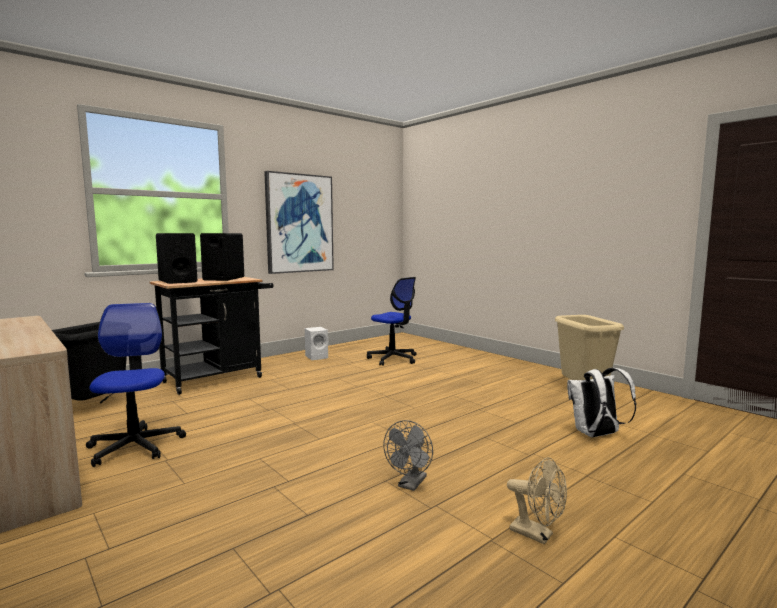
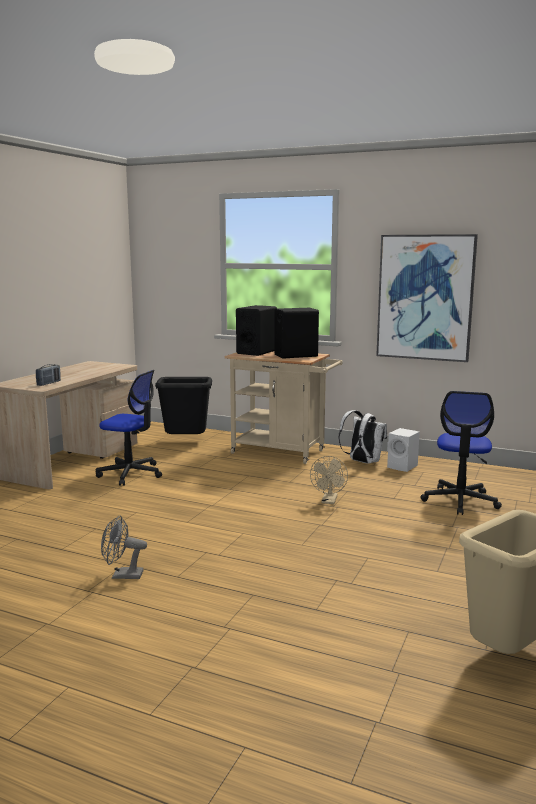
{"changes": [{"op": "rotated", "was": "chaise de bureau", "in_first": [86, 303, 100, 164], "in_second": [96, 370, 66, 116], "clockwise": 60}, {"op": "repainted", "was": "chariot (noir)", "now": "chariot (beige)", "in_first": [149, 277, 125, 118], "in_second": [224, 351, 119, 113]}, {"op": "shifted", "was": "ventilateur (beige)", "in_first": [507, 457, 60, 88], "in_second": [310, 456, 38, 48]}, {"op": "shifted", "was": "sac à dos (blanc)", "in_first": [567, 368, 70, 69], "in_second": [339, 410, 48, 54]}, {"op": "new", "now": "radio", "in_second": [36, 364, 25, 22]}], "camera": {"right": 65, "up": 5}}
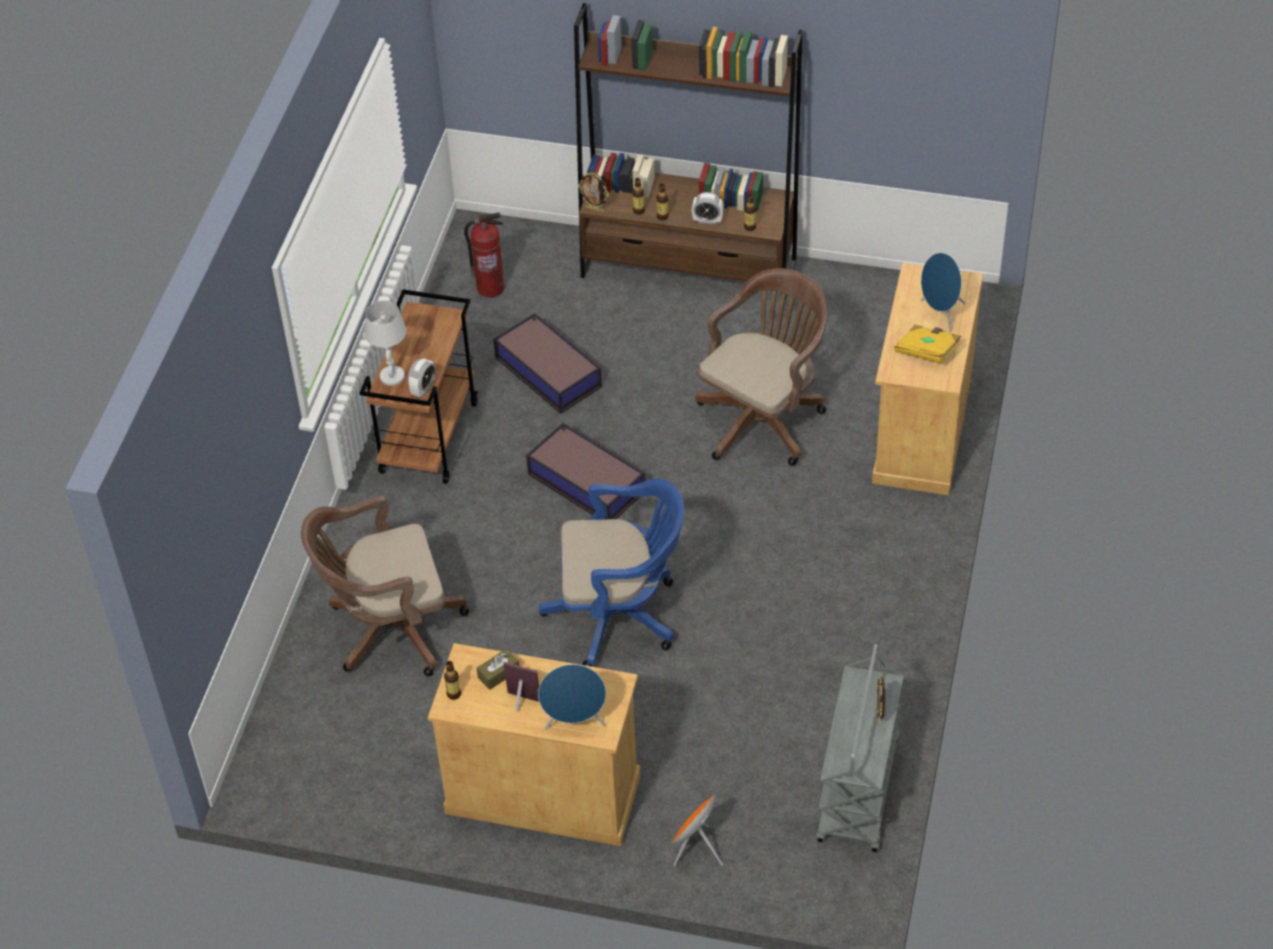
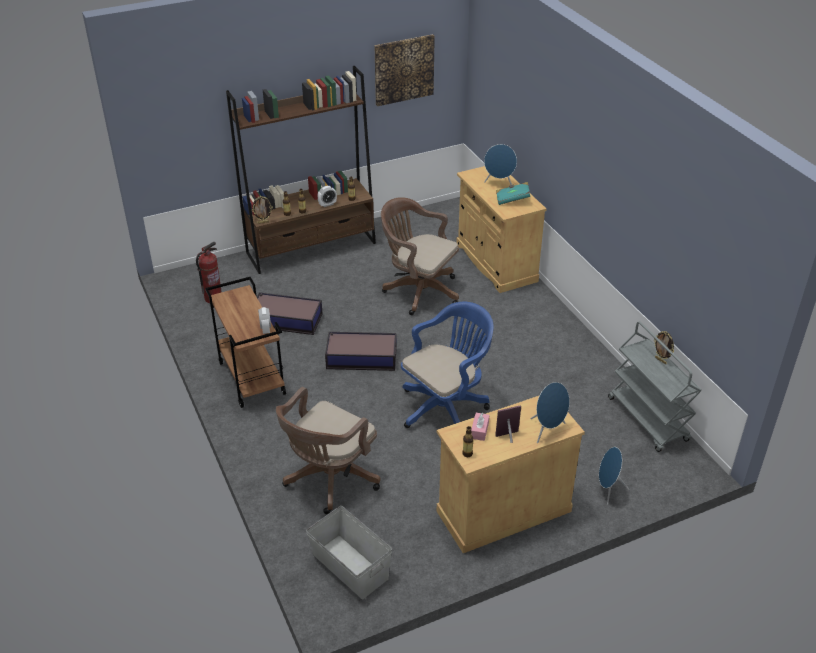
{"changes": [{"op": "gone", "was": "lampe de table (blanc)", "in_first": [365, 300, 41, 86]}, {"op": "repainted", "was": "boîte à mouchoirs (marron)", "now": "boîte à mouchoirs (rose)", "in_first": [477, 648, 42, 42], "in_second": [471, 412, 18, 29]}, {"op": "repainted", "was": "enceinte (orange)", "now": "enceinte (bleu)", "in_first": [671, 795, 52, 71], "in_second": [599, 447, 31, 58]}, {"op": "rotated", "was": "chaise de bureau (marron)", "in_first": [695, 268, 132, 198], "in_second": [381, 197, 78, 118], "clockwise": -60}, {"op": "repainted", "was": "livre (jaune)", "now": "livre (turquoise)", "in_first": [894, 325, 68, 38], "in_second": [496, 182, 34, 23]}, {"op": "new", "now": "boîte de rangement (gris)", "in_second": [306, 506, 86, 93]}, {"op": "new", "now": "tableau", "in_second": [374, 34, 61, 72]}], "camera": {"right": -40, "up": -10}}
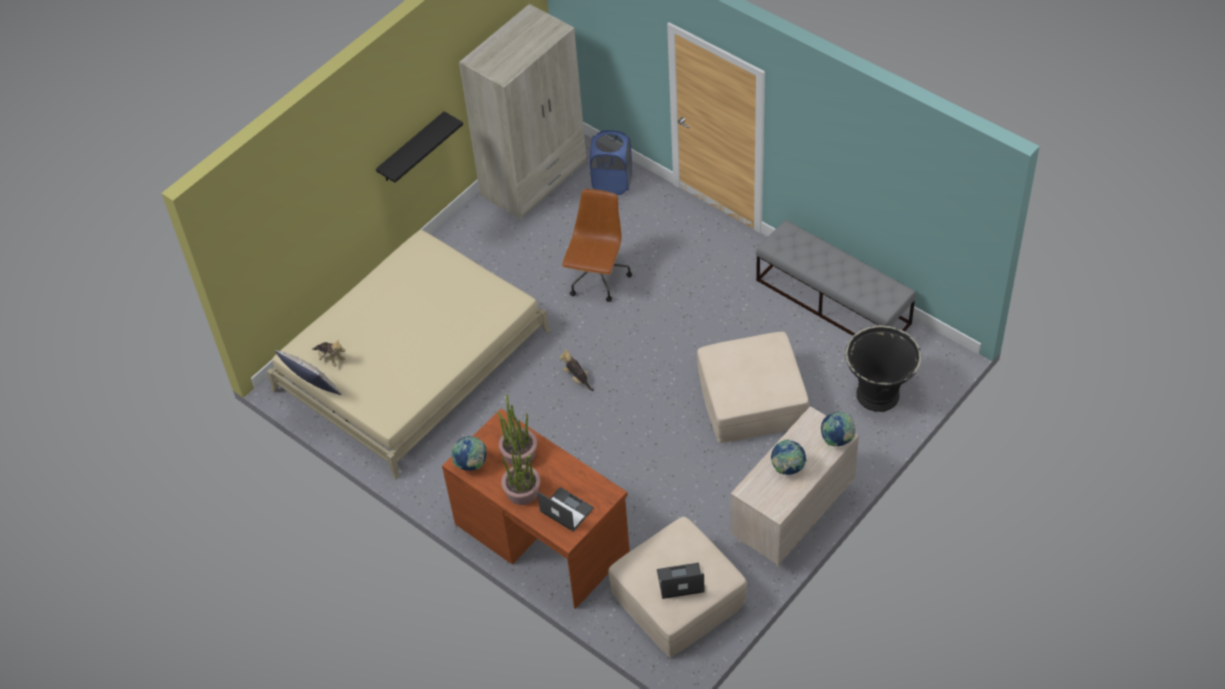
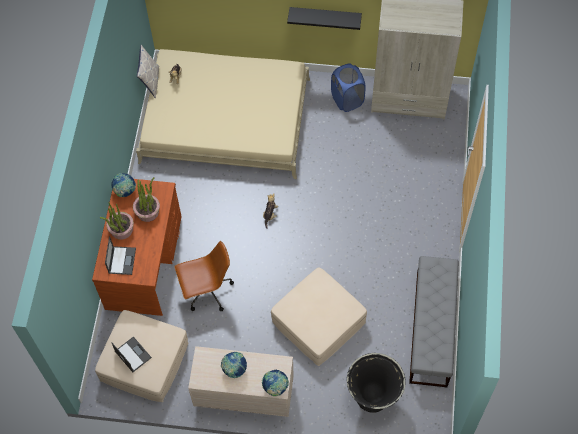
{"changes": [{"op": "shifted", "was": "chaise de bureau (marron)", "in_first": [562, 189, 70, 113], "in_second": [174, 241, 60, 70]}, {"op": "shifted", "was": "panier à linge (bleu)", "in_first": [590, 130, 42, 65], "in_second": [331, 64, 35, 48]}], "camera": {"right": 55, "up": 10}}
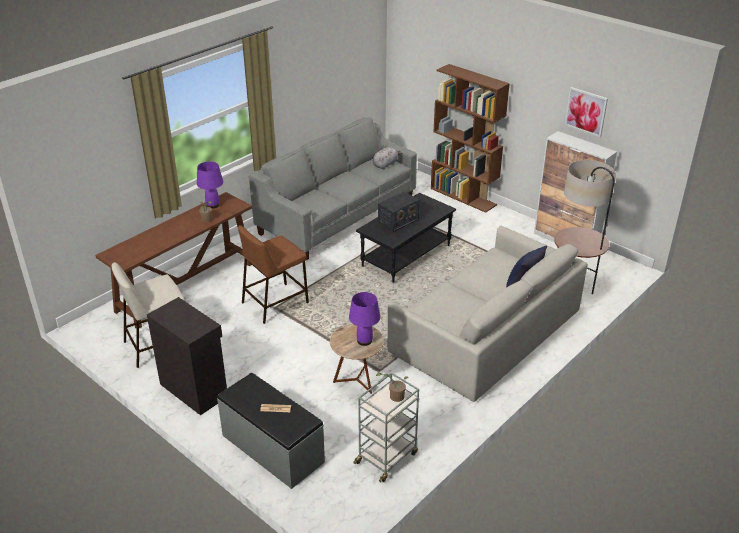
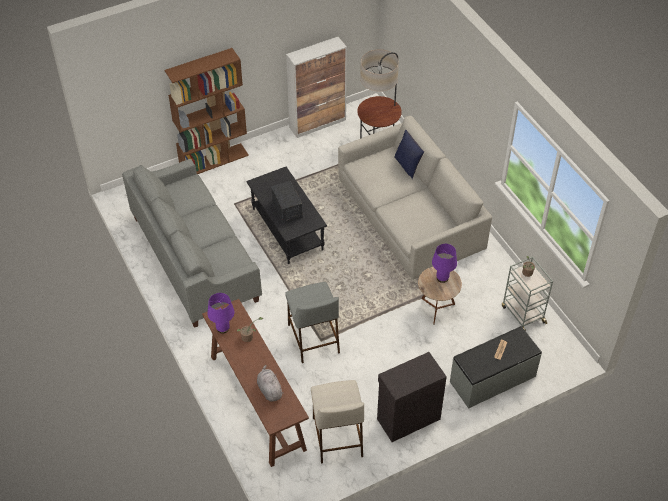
{"changes": [{"op": "repainted", "was": "tabouret (marron)", "now": "tabouret (gris)", "in_first": [238, 225, 71, 99], "in_second": [285, 282, 55, 81]}, {"op": "shifted", "was": "peluche (gris)", "in_first": [373, 147, 29, 22], "in_second": [257, 365, 26, 37]}, {"op": "gone", "was": "tableau", "in_first": [565, 87, 43, 50]}], "camera": {"right": -70, "up": 15}}
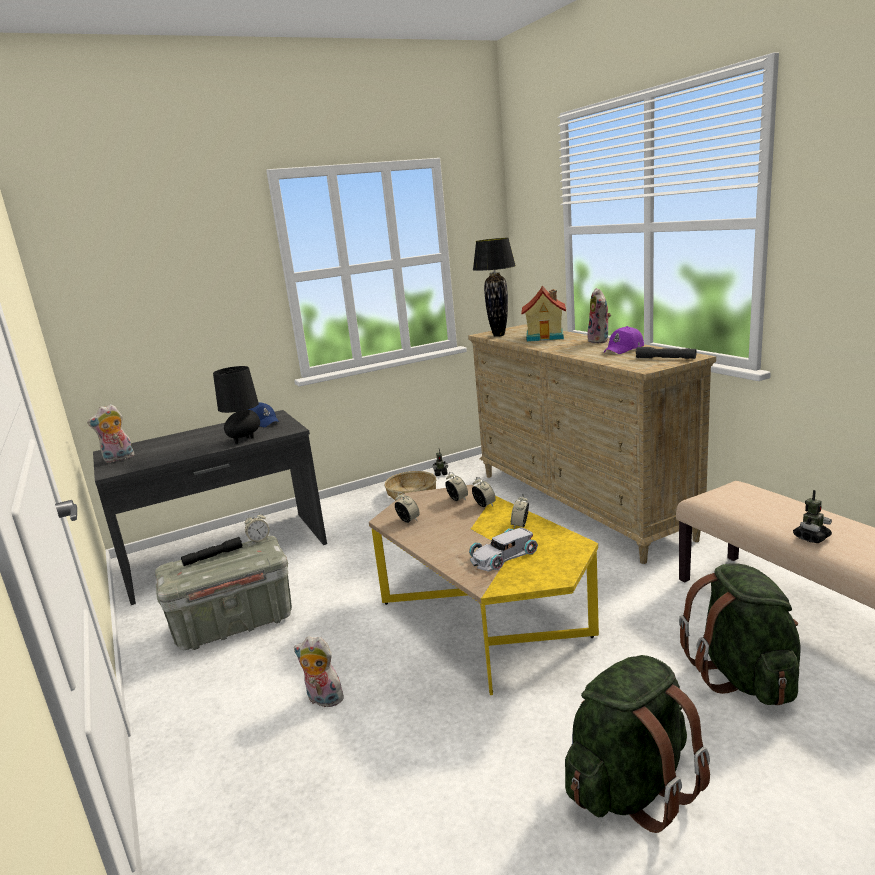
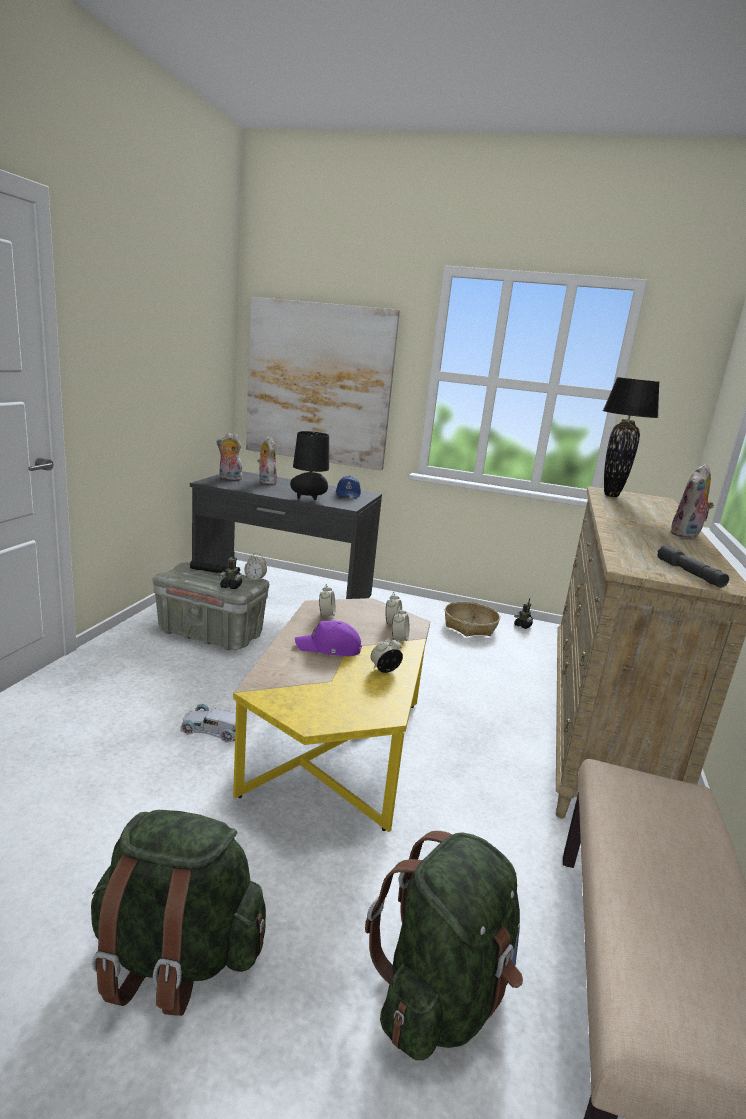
{"changes": [{"op": "shifted", "was": "peluche", "in_first": [294, 636, 50, 71], "in_second": [257, 436, 20, 48]}, {"op": "shifted", "was": "petite voiture (blanc)", "in_first": [469, 527, 69, 45], "in_second": [180, 704, 56, 39]}, {"op": "gone", "was": "maison miniature", "in_first": [521, 285, 45, 57]}, {"op": "shifted", "was": "casquette (violet)", "in_first": [604, 326, 40, 28], "in_second": [295, 621, 67, 35]}, {"op": "shifted", "was": "robot jouet", "in_first": [793, 490, 39, 53], "in_second": [219, 551, 23, 38]}, {"op": "new", "now": "tableau", "in_second": [246, 297, 154, 173]}], "camera": {"right": 40, "up": 0}}
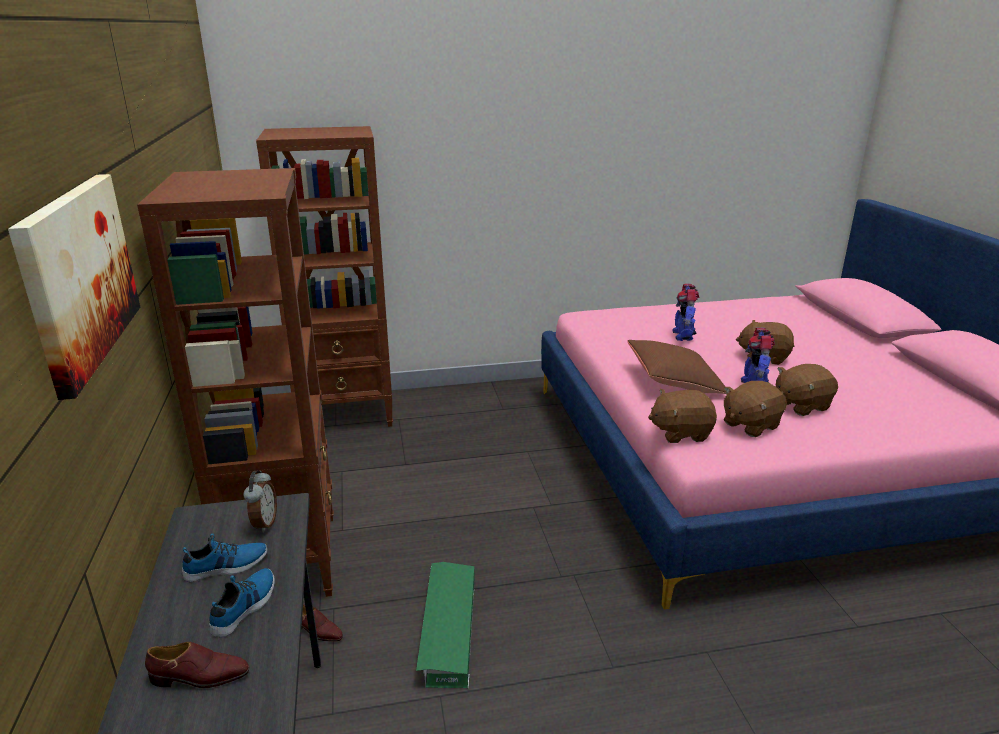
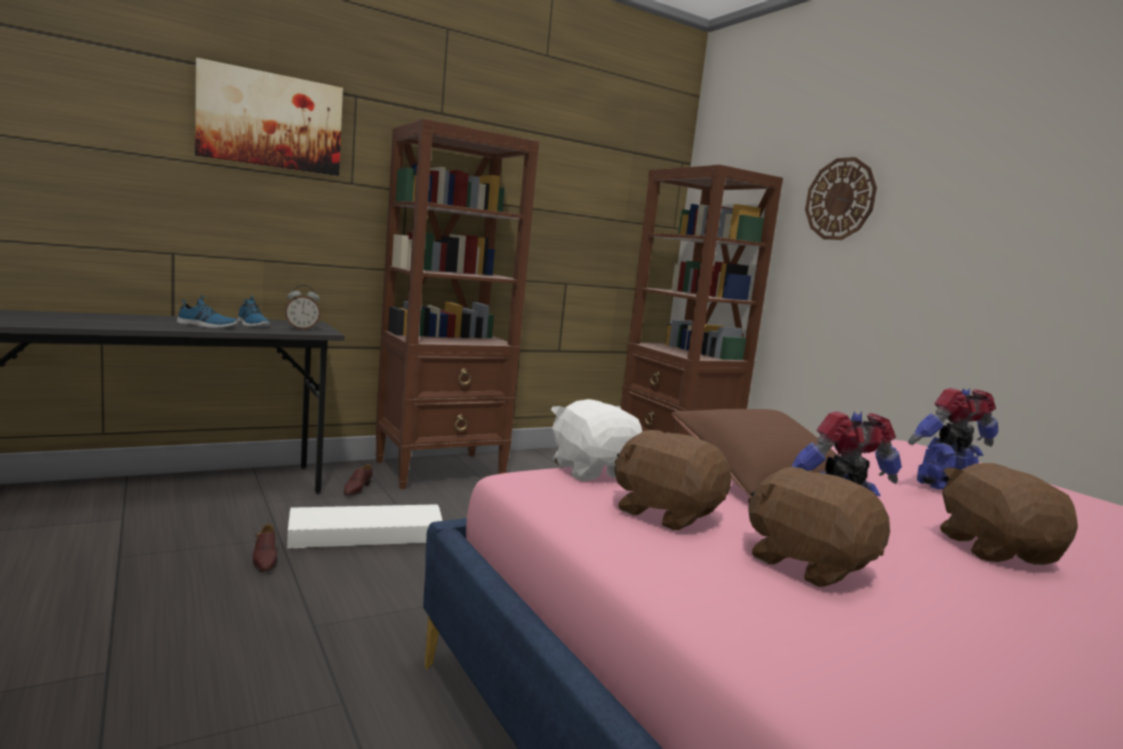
{"changes": [{"op": "shifted", "was": "chaussure (marron)", "in_first": [145, 642, 104, 46], "in_second": [253, 524, 24, 48]}, {"op": "repainted", "was": "boîte de rangement (vert)", "now": "boîte de rangement (blanc)", "in_first": [416, 562, 58, 126], "in_second": [287, 504, 156, 45]}, {"op": "repainted", "was": "peluche (marron)", "now": "peluche (blanc)", "in_first": [648, 389, 69, 54], "in_second": [551, 399, 91, 82]}, {"op": "new", "now": "horloge murale", "in_second": [805, 157, 72, 83]}], "camera": {"right": 70, "up": -15}}
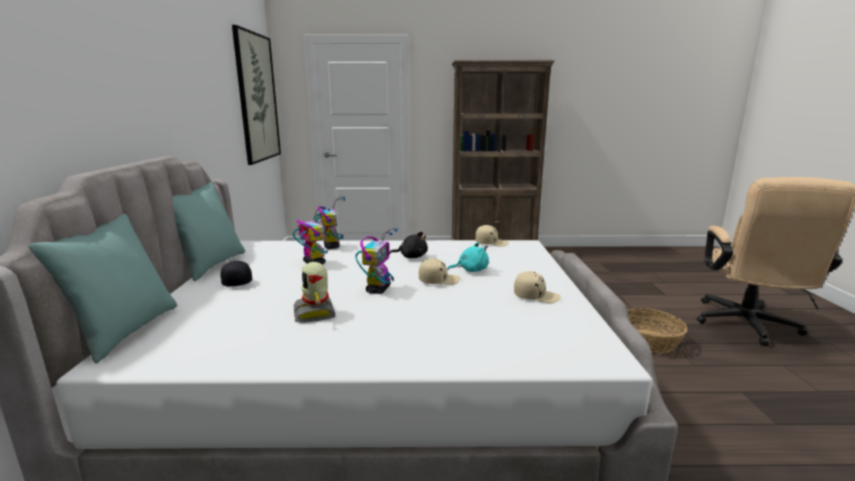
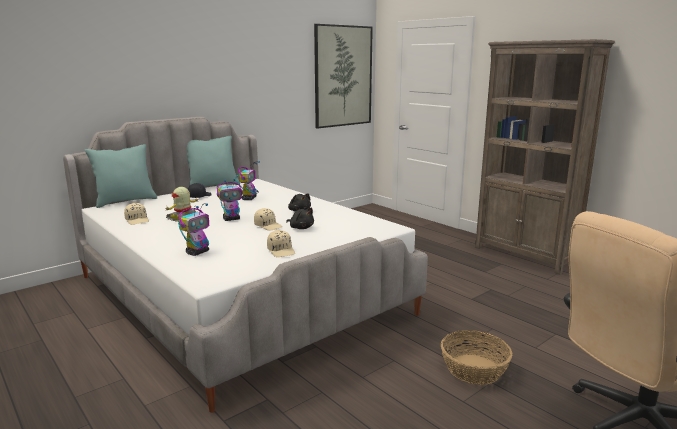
{"changes": [{"op": "shifted", "was": "robot jouet", "in_first": [314, 197, 31, 52], "in_second": [178, 203, 31, 53]}, {"op": "repainted", "was": "peluche (turquoise)", "now": "peluche (noir)", "in_first": [447, 242, 42, 30], "in_second": [286, 208, 28, 21]}, {"op": "shifted", "was": "casquette (beige)", "in_first": [475, 225, 34, 22], "in_second": [124, 203, 25, 22]}], "camera": {"right": 50, "up": 0}}
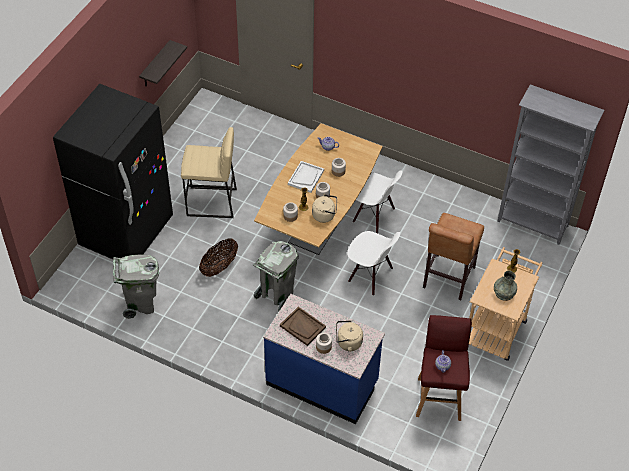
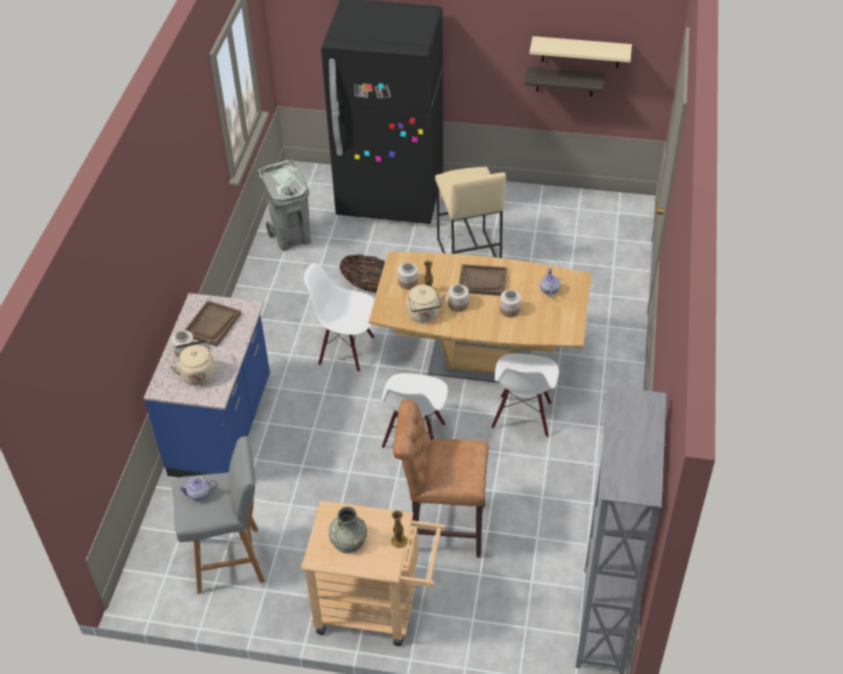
{"changes": [{"op": "swapped", "was": "poubelle (gris)", "now": "chaise (blanc)", "in_first": [253, 241, 46, 70], "in_second": [304, 263, 71, 109]}, {"op": "repainted", "was": "plateau (blanc)", "now": "plateau (marron)", "in_first": [288, 161, 36, 32], "in_second": [459, 264, 48, 32]}, {"op": "repainted", "was": "tabouret (rouge)", "now": "tabouret (gris)", "in_first": [416, 315, 56, 106], "in_second": [172, 436, 93, 158]}, {"op": "new", "now": "étagère (beige)", "in_second": [529, 36, 103, 32]}], "camera": {"right": 75, "up": -5}}
